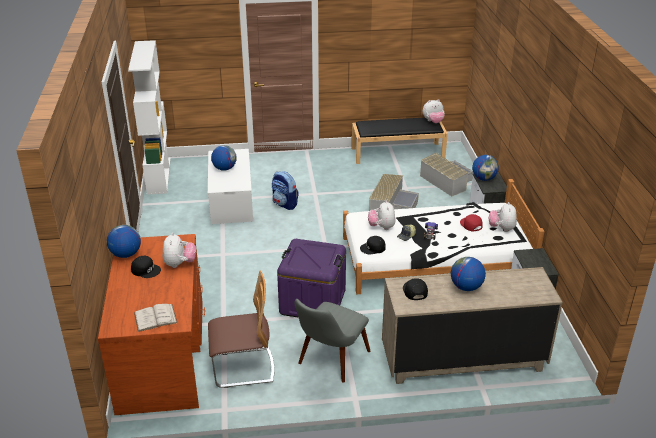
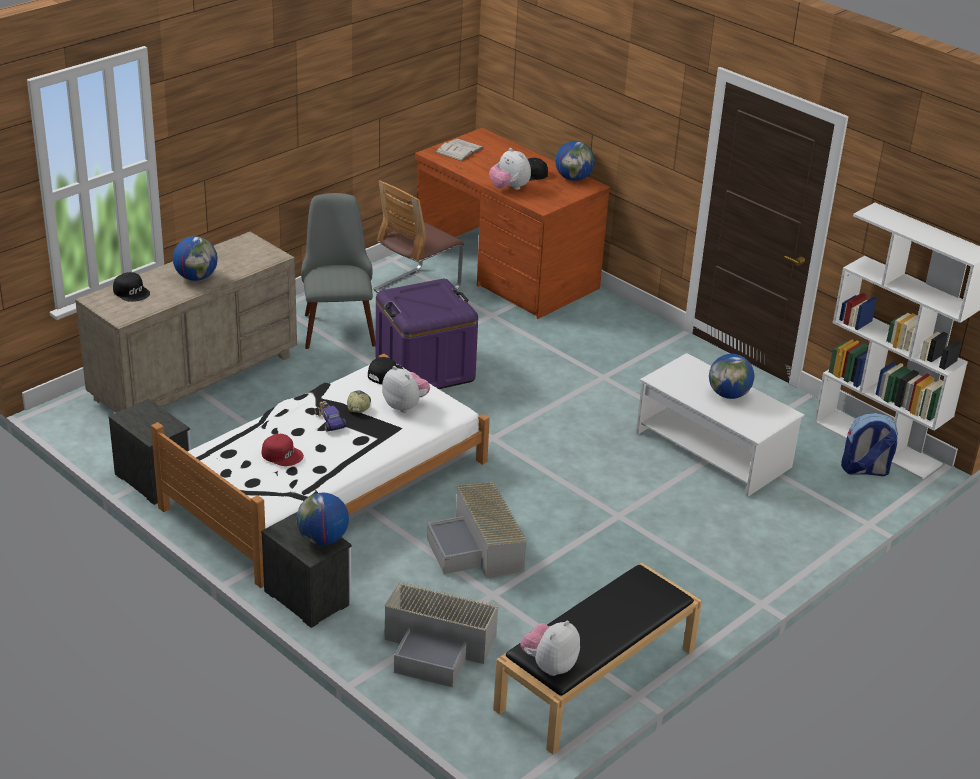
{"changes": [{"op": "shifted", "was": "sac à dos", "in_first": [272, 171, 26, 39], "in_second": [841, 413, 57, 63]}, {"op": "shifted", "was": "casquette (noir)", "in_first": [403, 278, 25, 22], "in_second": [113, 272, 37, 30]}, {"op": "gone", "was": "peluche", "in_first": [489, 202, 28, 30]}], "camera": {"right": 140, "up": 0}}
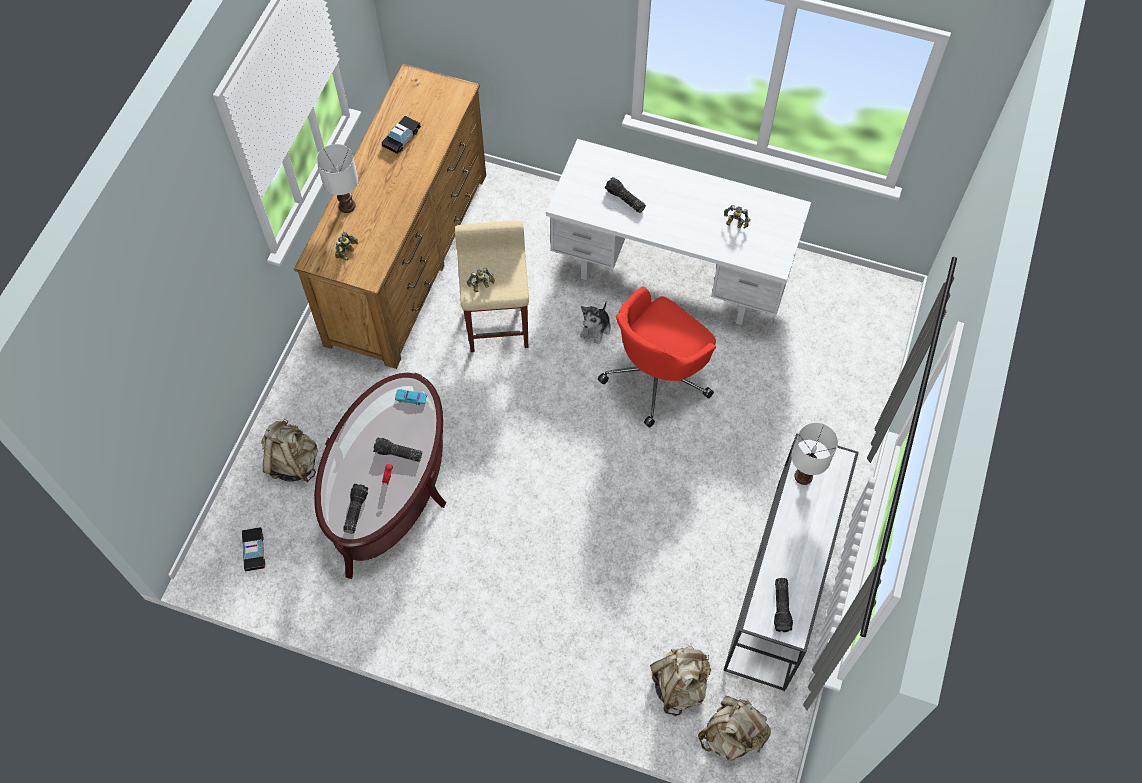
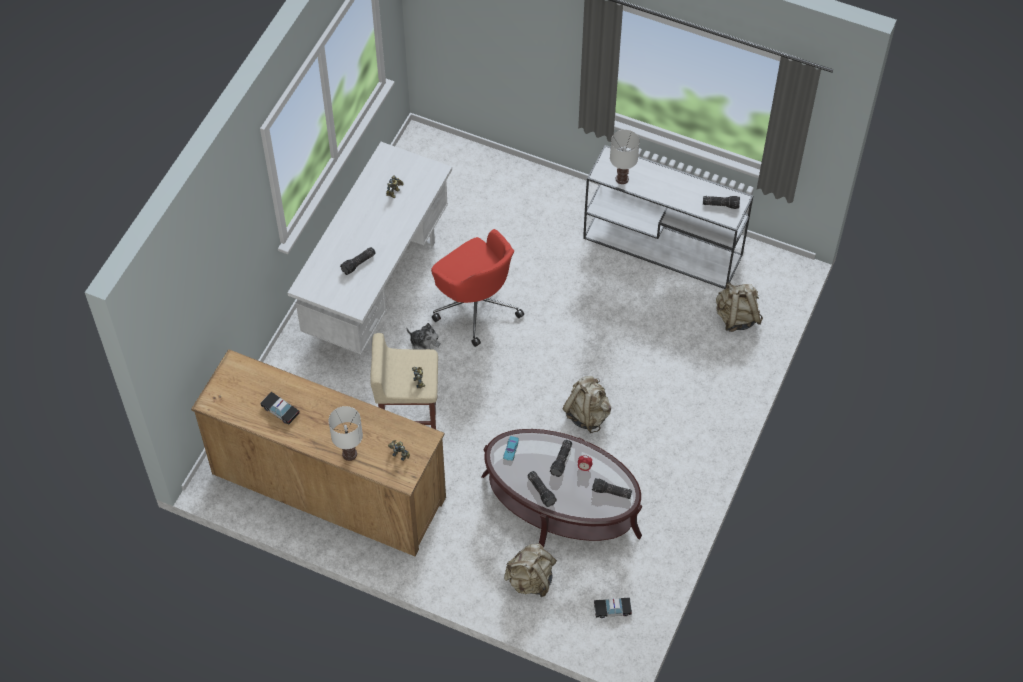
{"changes": [{"op": "shifted", "was": "sac à dos (beige)", "in_first": [698, 696, 73, 65], "in_second": [562, 376, 49, 57]}, {"op": "new", "now": "lampe de poche", "in_second": [527, 471, 30, 36]}], "camera": {"right": -85, "up": -5}}
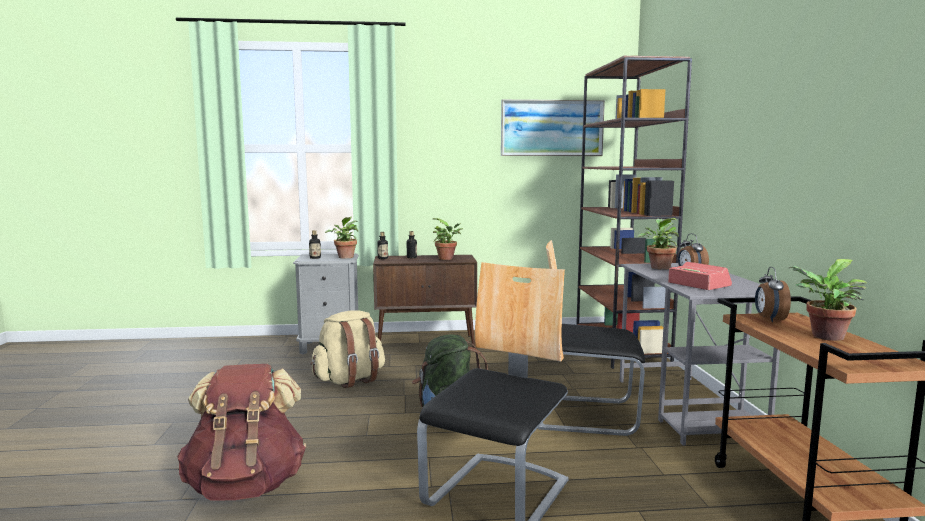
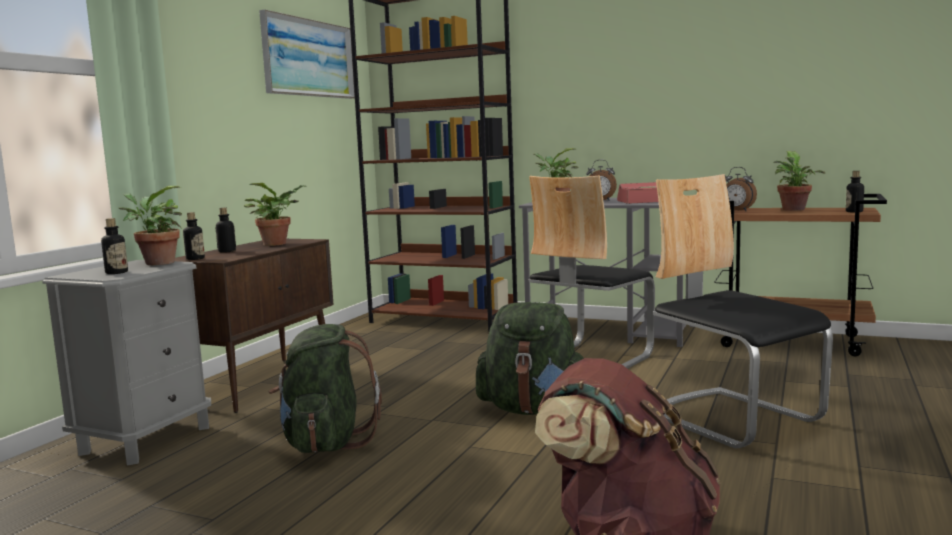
{"changes": [{"op": "repainted", "was": "sac à dos (beige)", "now": "sac à dos (vert)", "in_first": [311, 310, 74, 78], "in_second": [268, 324, 114, 129]}, {"op": "new", "now": "bouteille", "in_second": [846, 171, 18, 42]}], "camera": {"right": -60, "up": 0}}
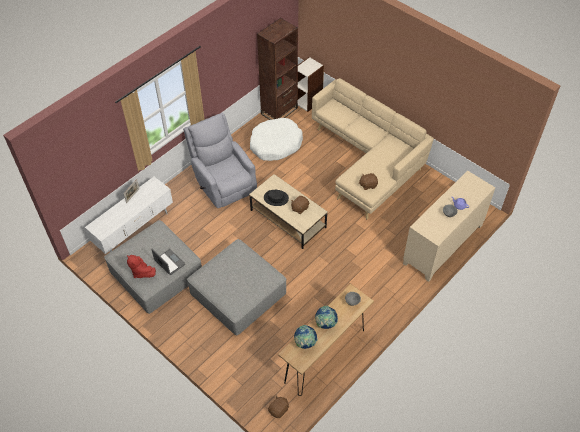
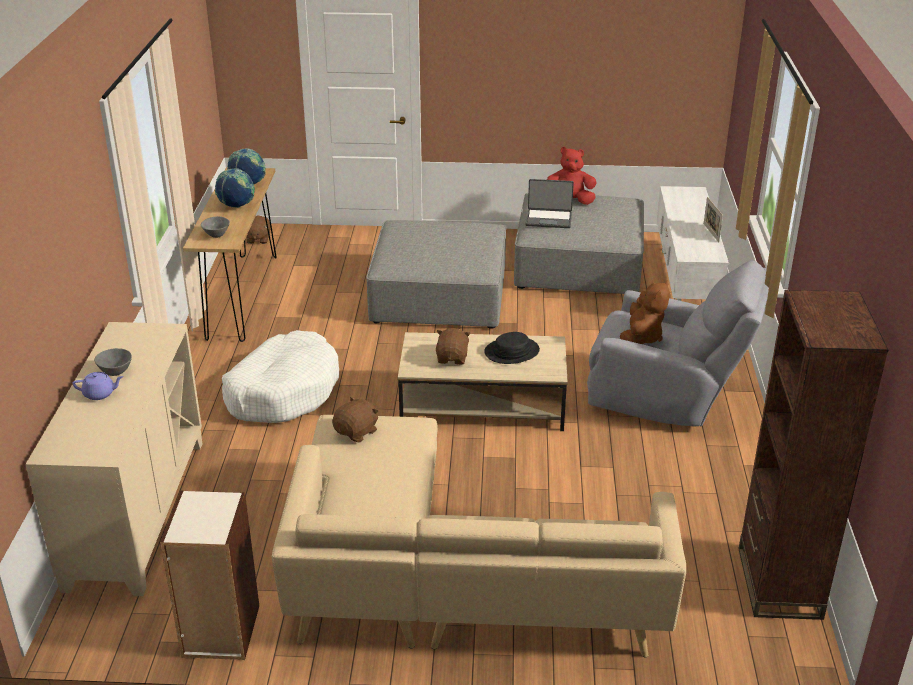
{"changes": [{"op": "shifted", "was": "panier pour chien (blanc)", "in_first": [250, 118, 53, 43], "in_second": [222, 330, 117, 93]}, {"op": "shifted", "was": "bibliothèque", "in_first": [298, 57, 26, 55], "in_second": [160, 491, 99, 169]}, {"op": "new", "now": "peluche (marron)", "in_second": [620, 280, 50, 64]}], "camera": {"right": 140, "up": -20}}
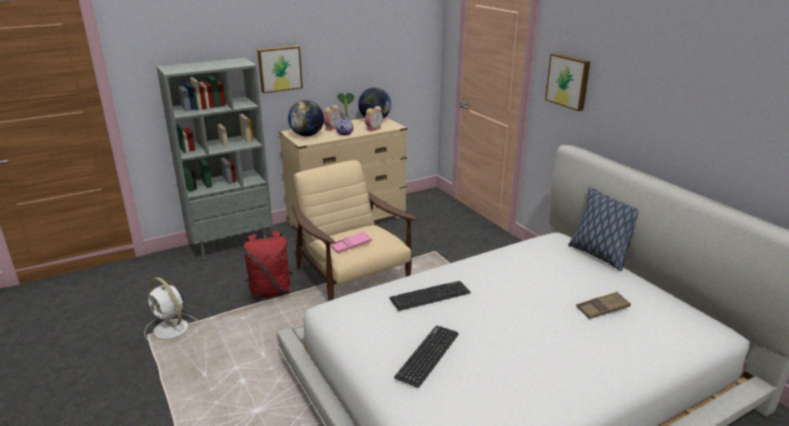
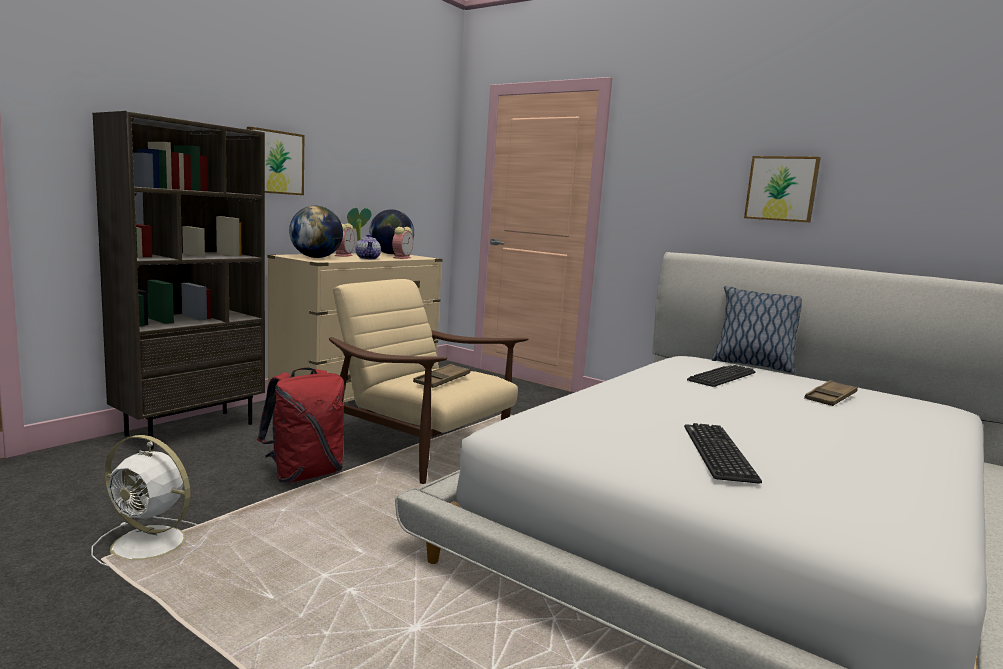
{"changes": [{"op": "repainted", "was": "bibliothèque (gris)", "now": "bibliothèque (marron)", "in_first": [156, 58, 117, 202], "in_second": [93, 111, 172, 339]}, {"op": "repainted", "was": "plateau (rose)", "now": "plateau (marron)", "in_first": [330, 232, 42, 21], "in_second": [413, 364, 57, 24]}, {"op": "shifted", "was": "clavier", "in_first": [389, 281, 82, 30], "in_second": [687, 365, 68, 22]}, {"op": "shifted", "was": "tableau", "in_first": [545, 53, 45, 58], "in_second": [744, 156, 77, 66]}], "camera": {"right": -25, "up": -15}}
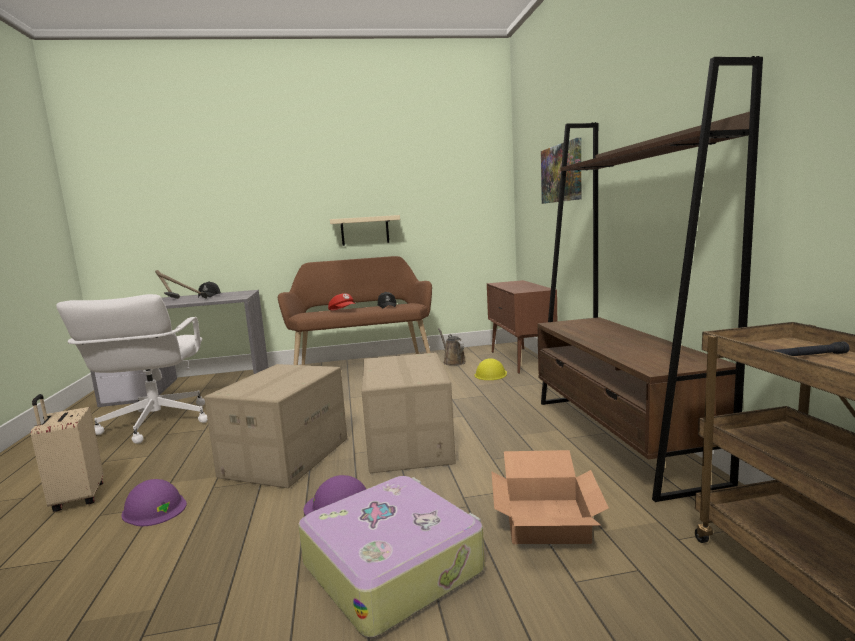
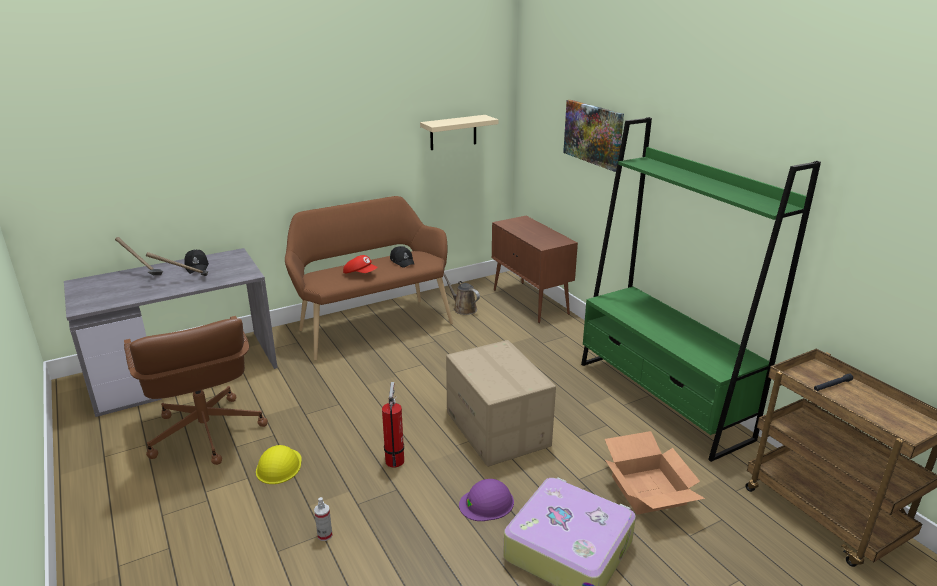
{"changes": [{"op": "gone", "was": "valise (beige)", "in_first": [31, 394, 72, 118]}, {"op": "repainted", "was": "chaise de bureau (blanc)", "now": "chaise de bureau (marron)", "in_first": [56, 294, 152, 150], "in_second": [124, 316, 144, 149]}, {"op": "swapped", "was": "casque de chantier (violet)", "now": "vaporisateur", "in_first": [122, 479, 65, 47], "in_second": [314, 497, 19, 44]}, {"op": "swapped", "was": "carton", "now": "extincteur", "in_first": [204, 364, 143, 124], "in_second": [382, 382, 22, 85]}, {"op": "shifted", "was": "étagère (beige)", "in_first": [330, 215, 70, 31], "in_second": [420, 115, 78, 35]}, {"op": "shifted", "was": "casque de chantier (jaune)", "in_first": [474, 358, 33, 22], "in_second": [256, 445, 46, 39]}, {"op": "repainted", "was": "bibliothèque (marron)", "now": "bibliothèque (vert)", "in_first": [537, 56, 226, 446], "in_second": [581, 117, 240, 345]}], "camera": {"right": -20, "up": 15}}
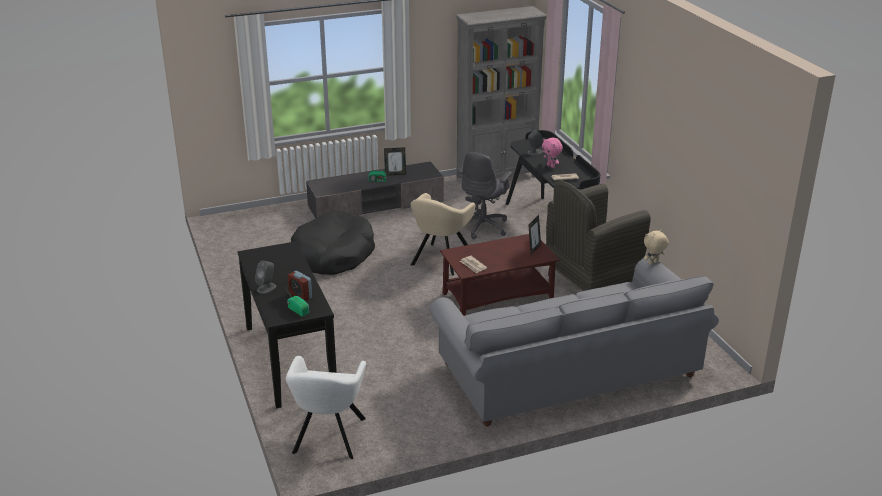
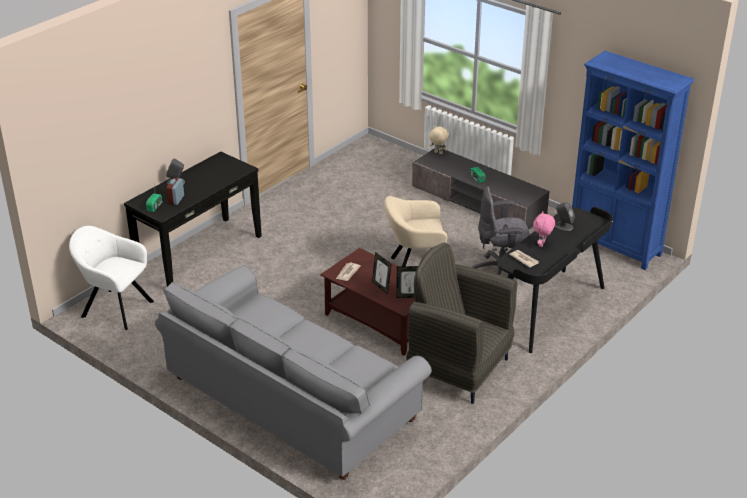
{"changes": [{"op": "rotated", "was": "fauteuil (blanc)", "in_first": [286, 356, 80, 103], "in_second": [69, 226, 85, 104], "clockwise": 45}, {"op": "gone", "was": "panier pour chien (noir)", "in_first": [291, 210, 84, 65]}, {"op": "shifted", "was": "cadre photo", "in_first": [384, 147, 22, 29], "in_second": [372, 252, 20, 42]}, {"op": "repainted", "was": "bibliothèque (gris)", "now": "bibliothèque (bleu)", "in_first": [455, 6, 92, 172], "in_second": [572, 51, 122, 219]}, {"op": "shifted", "was": "peluche (beige)", "in_first": [644, 230, 25, 35], "in_second": [429, 126, 20, 28]}], "camera": {"right": 60, "up": 5}}
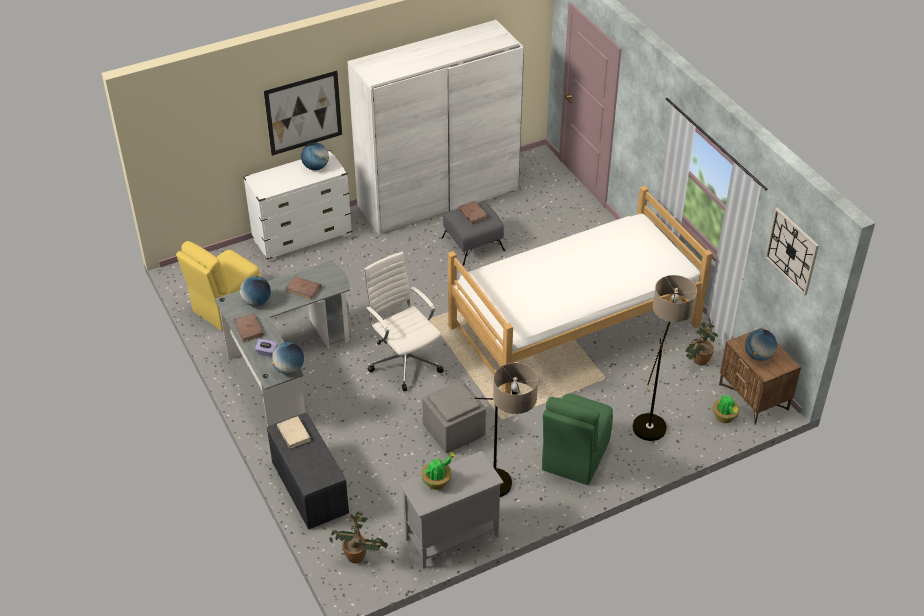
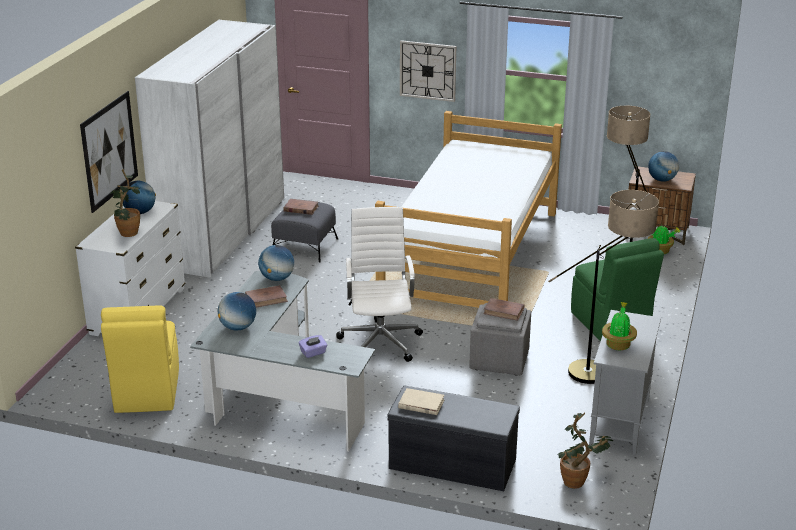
{"changes": [{"op": "shifted", "was": "livre (marron)", "in_first": [234, 313, 30, 29], "in_second": [483, 298, 41, 23]}, {"op": "shifted", "was": "globe", "in_first": [272, 342, 32, 33], "in_second": [258, 245, 36, 36]}, {"op": "rotated", "was": "chaise de bureau (blanc)", "in_first": [364, 252, 80, 139], "in_second": [336, 207, 87, 155], "clockwise": 75}, {"op": "shifted", "was": "plante en pot", "in_first": [685, 317, 33, 49], "in_second": [111, 169, 29, 68]}, {"op": "shifted", "was": "horloge murale", "in_first": [765, 207, 54, 89], "in_second": [400, 40, 56, 62]}], "camera": {"right": -45, "up": -15}}
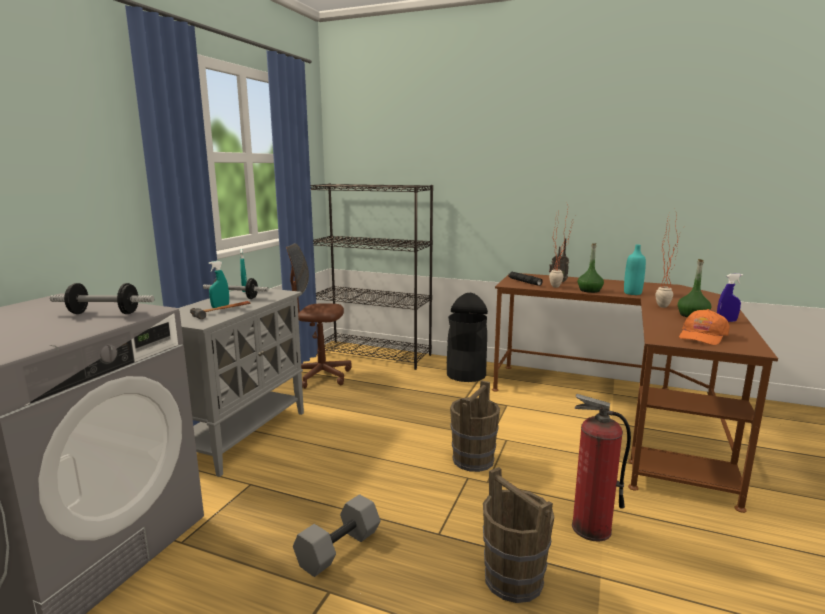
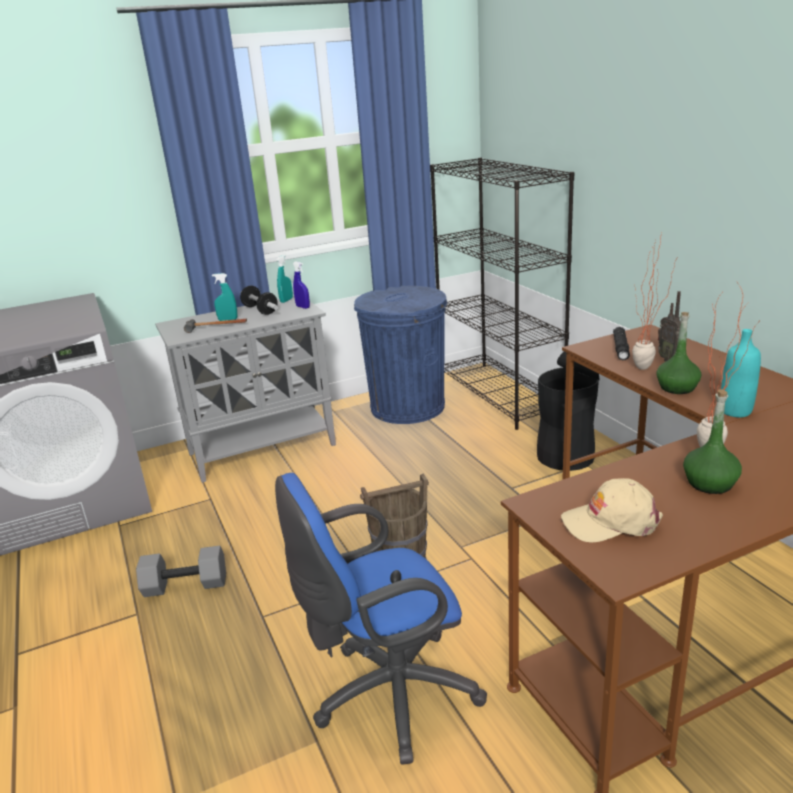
{"changes": [{"op": "gone", "was": "haltère", "in_first": [50, 283, 104, 31]}, {"op": "swapped", "was": "chaise de bureau (marron)", "now": "poubelle (bleu)", "in_first": [286, 243, 66, 145], "in_second": [354, 286, 93, 138]}, {"op": "gone", "was": "seau (marron)", "in_first": [483, 467, 71, 136]}, {"op": "swapped", "was": "extincteur", "now": "chaise de bureau (bleu)", "in_first": [572, 394, 59, 148], "in_second": [275, 473, 212, 292]}, {"op": "repainted", "was": "casquette (orange)", "now": "casquette (beige)", "in_first": [679, 309, 51, 36], "in_second": [561, 478, 102, 65]}, {"op": "shifted", "was": "vaporisateur (bleu)", "in_first": [717, 274, 26, 48], "in_second": [293, 261, 17, 48]}], "camera": {"right": 45, "up": 10}}
